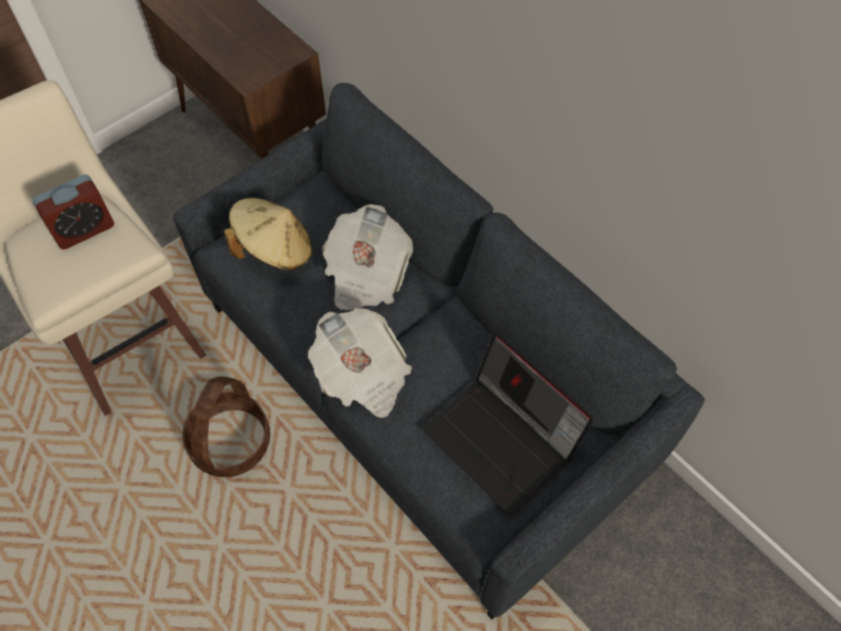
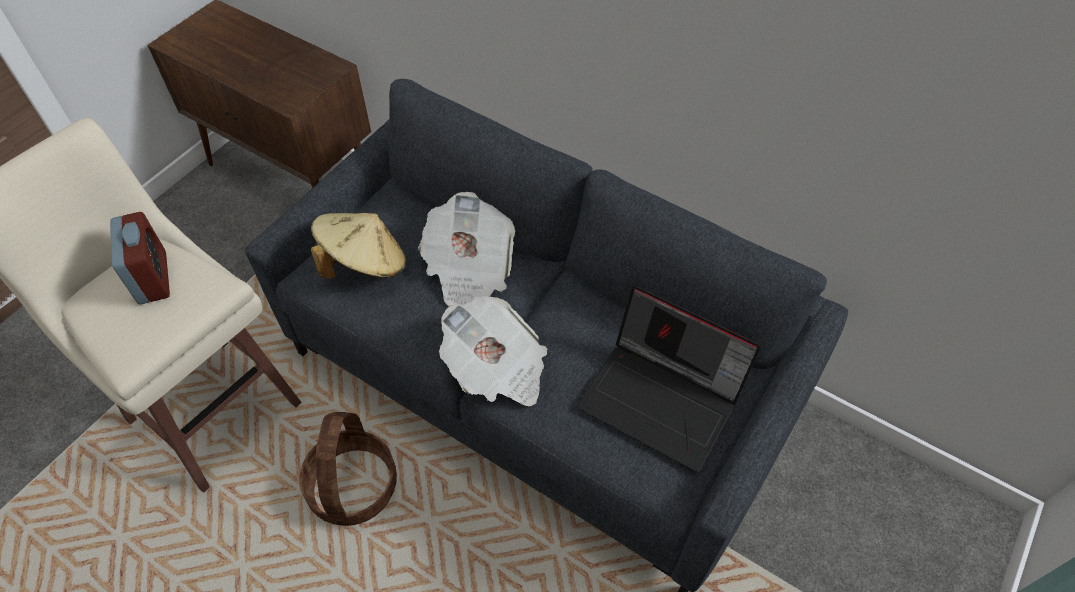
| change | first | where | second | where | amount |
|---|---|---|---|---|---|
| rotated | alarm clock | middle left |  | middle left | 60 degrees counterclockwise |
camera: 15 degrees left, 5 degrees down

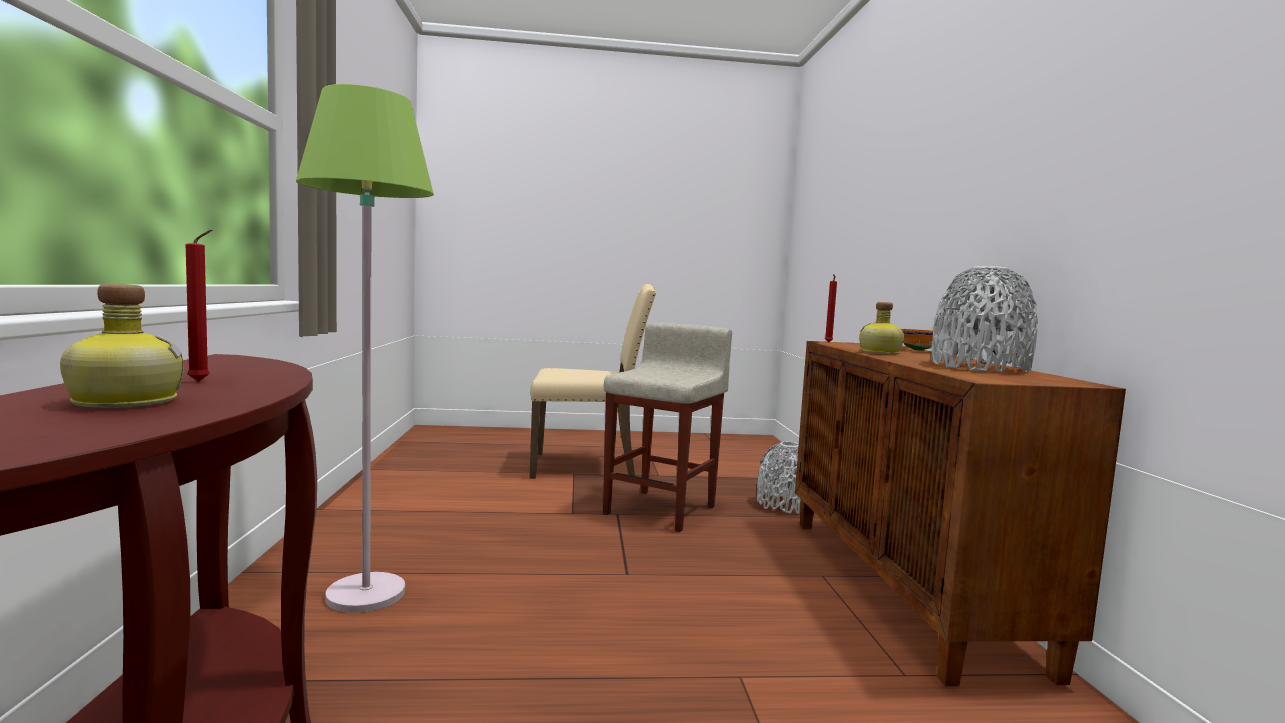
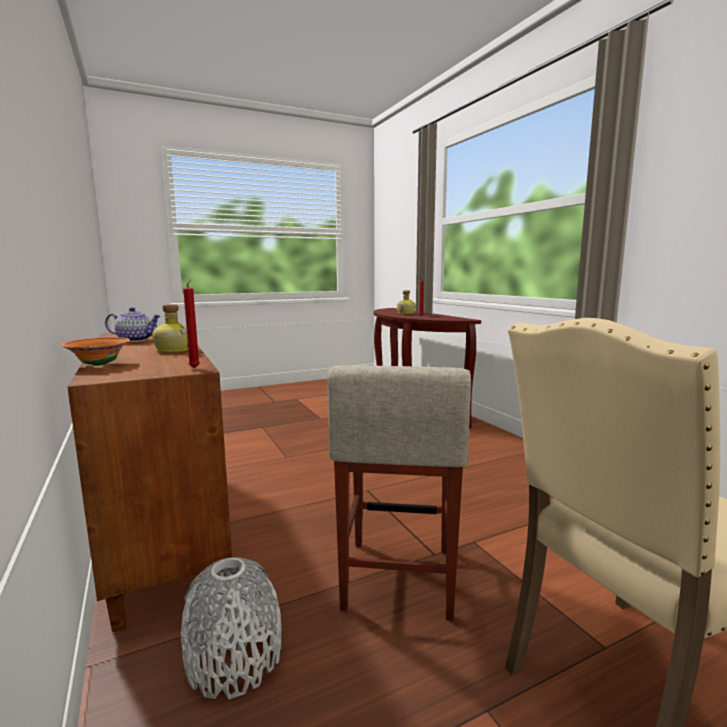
| change | first | where | second | where | amount |
|---|---|---|---|---|---|
| gone | green standard lamp | middle left |  |  |  |
| swapped | greyish decorative vase (no. 2 from left) | middle right | tea pot | middle left |  |
camera: 160 degrees right, 5 degrees up

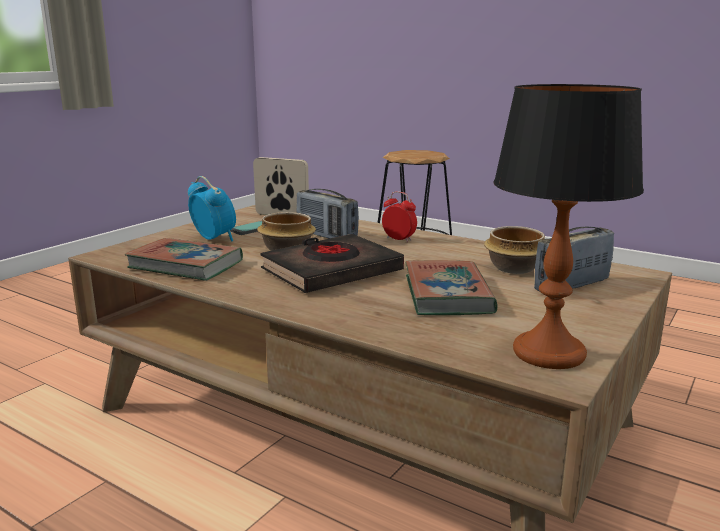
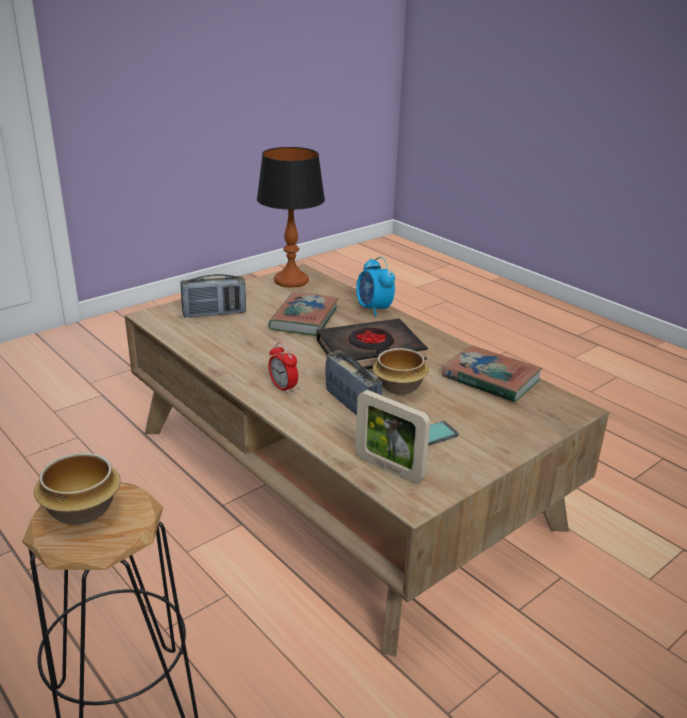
| change | first | where | second | where | amount |
|---|---|---|---|---|---|
| shifted | alarm clock (no. 1 from left in the first image) | middle left | alarm clock (no. 2 from left) | centre |  |
| shifted | bowl (no. 2 from left in the first image) | middle right | bowl (no. 1 from left) | bottom left |  |
camera: 165 degrees left, 10 degrees up

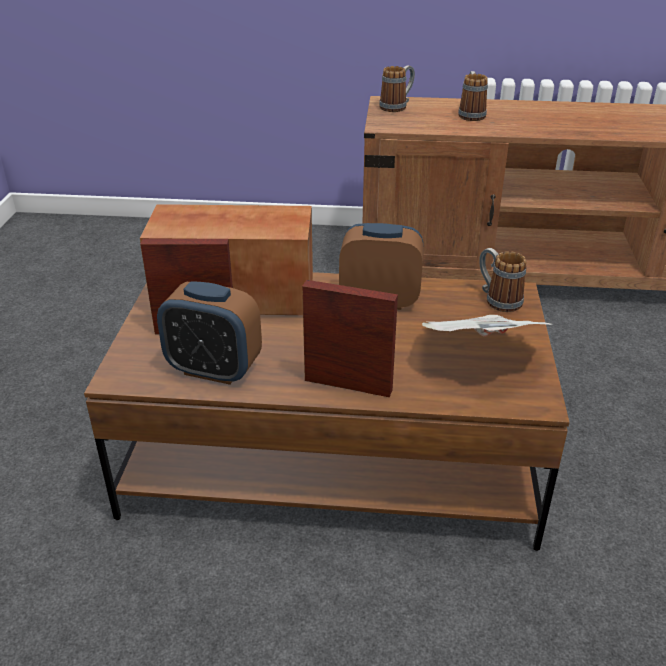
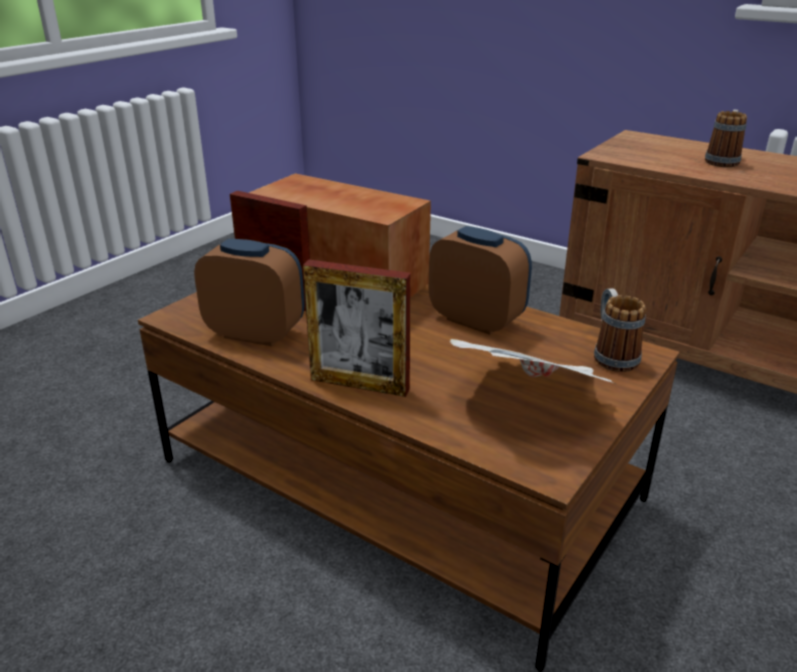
| change | first | where | second | where | amount |
|---|---|---|---|---|---|
| rotated | alarm clock (no. 1 from left) | middle left |  | middle left | 150 degrees clockwise |
| rotated | standing frame (no. 2 from left) | centre |  | centre | 150 degrees clockwise |
| gone | coffee mug (no. 1 from left) | top centre |  |  |  |
camera: 30 degrees right, 5 degrees down

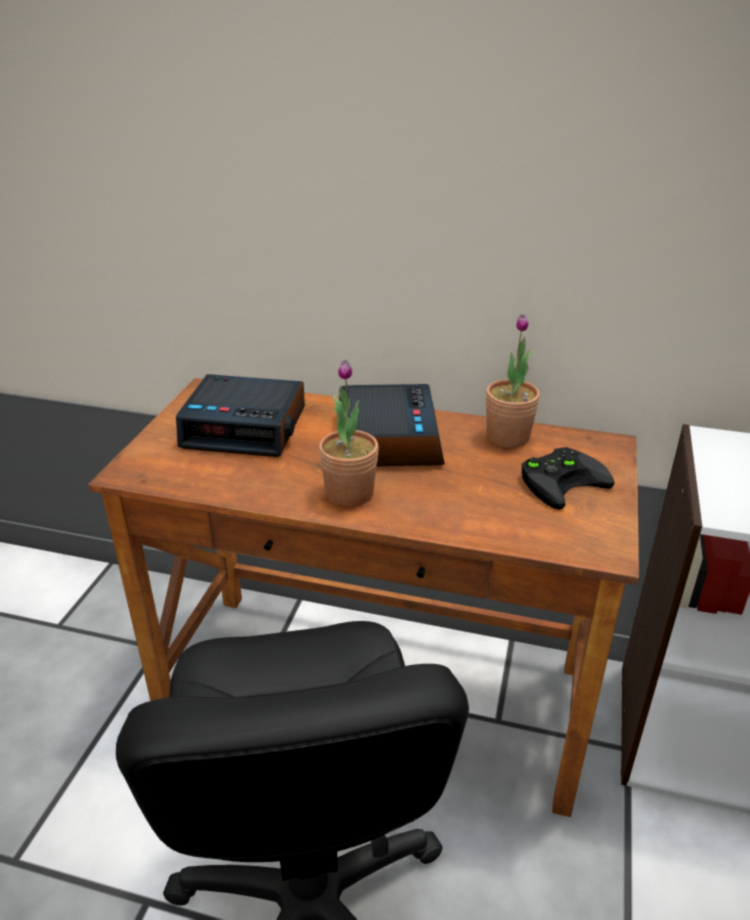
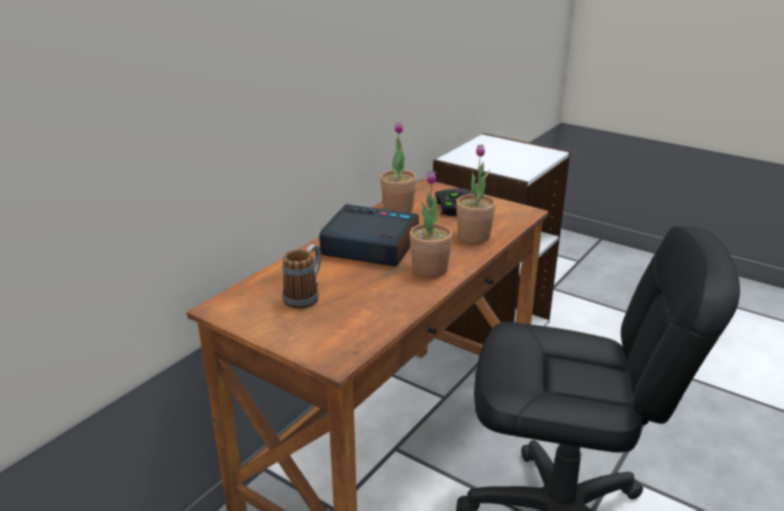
| change | first | where | second | where | amount |
|---|---|---|---|---|---|
| swapped | alarm clock (no. 1 from left) | middle left | coffee mug | centre |  |
| new |  |  | potted plant (no. 3 from left) | centre |  |
camera: 70 degrees left, 5 degrees down

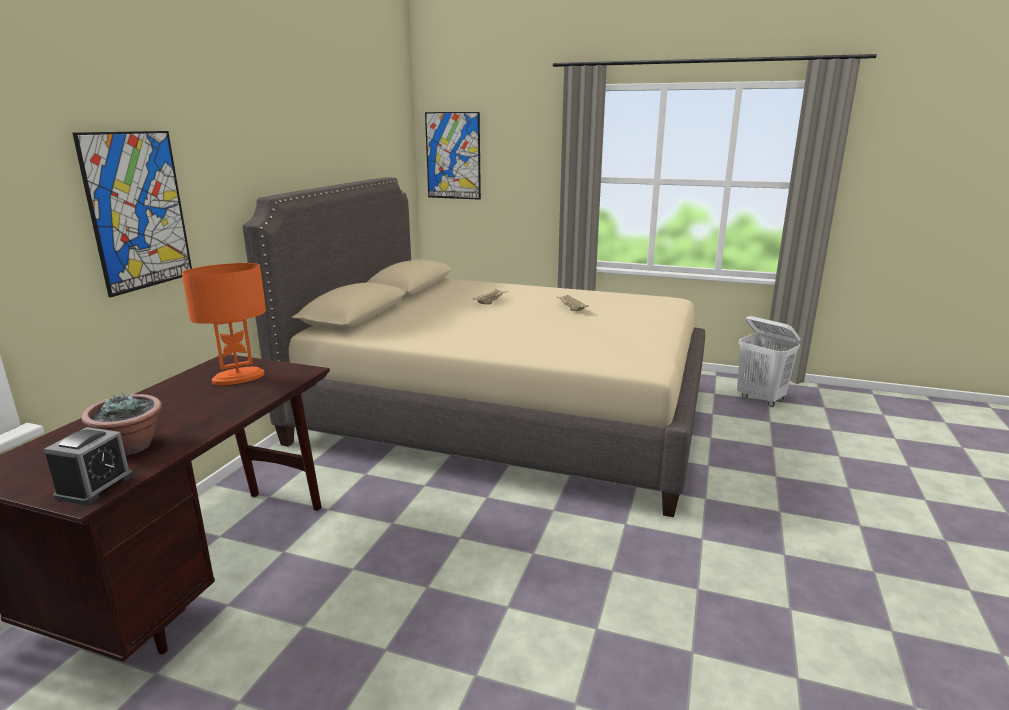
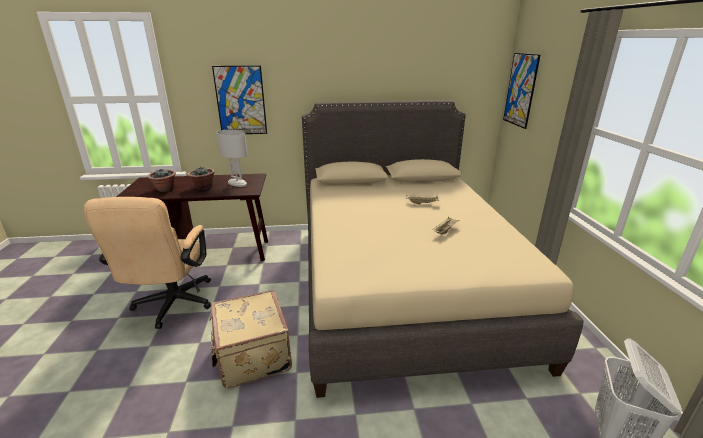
| change | first | where | second | where | amount |
|---|---|---|---|---|---|
| gone | alarm clock | middle left |  |  |  |
| repainted | orange-coloured table lamp | middle left | whitish table lamp | middle left |  |
| new |  |  | beige-coloured computer chair | middle left |  |
| new |  |  | potted plant (no. 2 from left) | middle left |  |
| new |  |  | beige-coloured suitcase | bottom centre |  |
camera: 65 degrees right, 5 degrees up

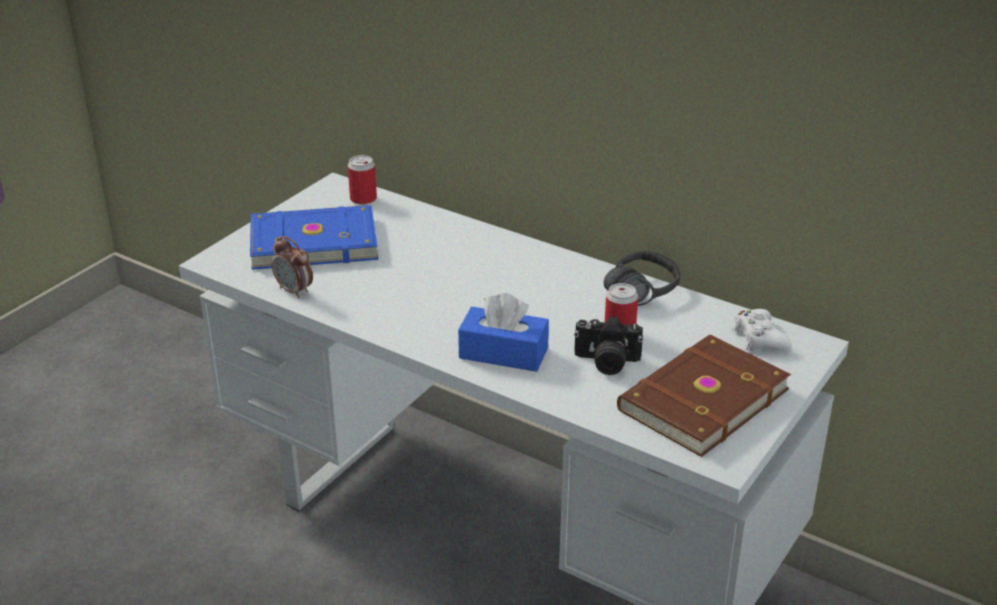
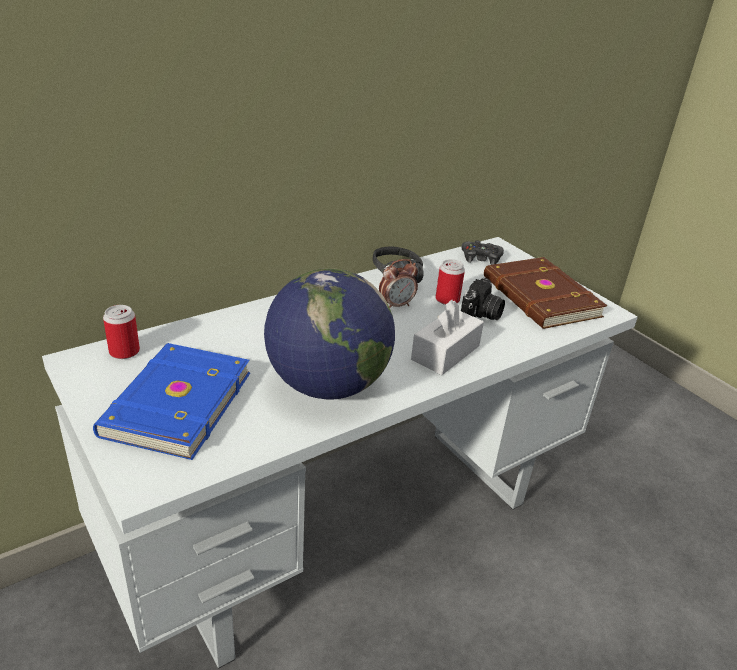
| change | first | where | second | where | amount |
|---|---|---|---|---|---|
| shifted | alarm clock | middle left |  | centre |  |
| repainted | blue tissue holder | centre | whitish tissue holder | centre |  |
| repainted | whitish gamepad | middle right | black-coloured gamepad | centre |  |
| new |  |  | globe | centre |  |
camera: 70 degrees left, 0 degrees up

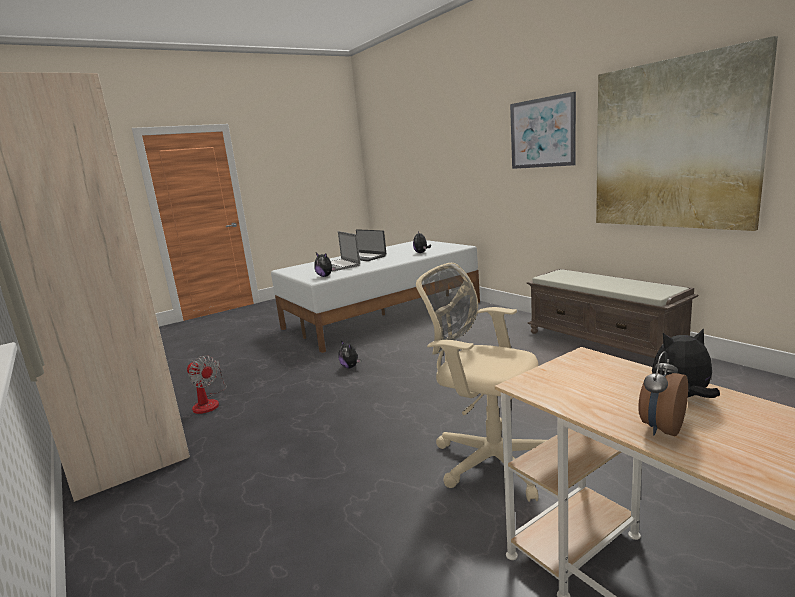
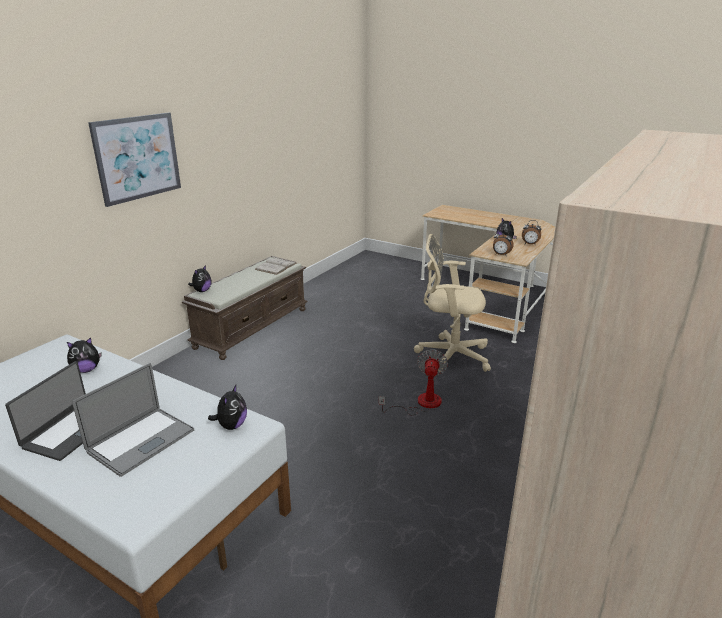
| change | first | where | second | where | amount |
|---|---|---|---|---|---|
| shifted | cooling fan | middle left |  | centre |  |
| shifted | soft toy (no. 2 from left) | centre |  | middle left |  |
| rotated | beige-coloured computer chair | centre |  | centre | 90 degrees clockwise |
| gone | picture (no. 2 from left) | top right |  |  |  |
| new |  |  | whitish volume | centre |  |
| new |  |  | alarm clock (no. 1 from left) | middle right |  |
camera: 115 degrees left, 10 degrees up

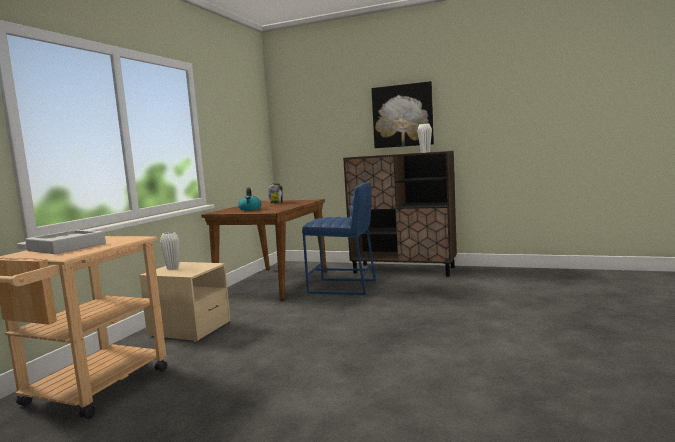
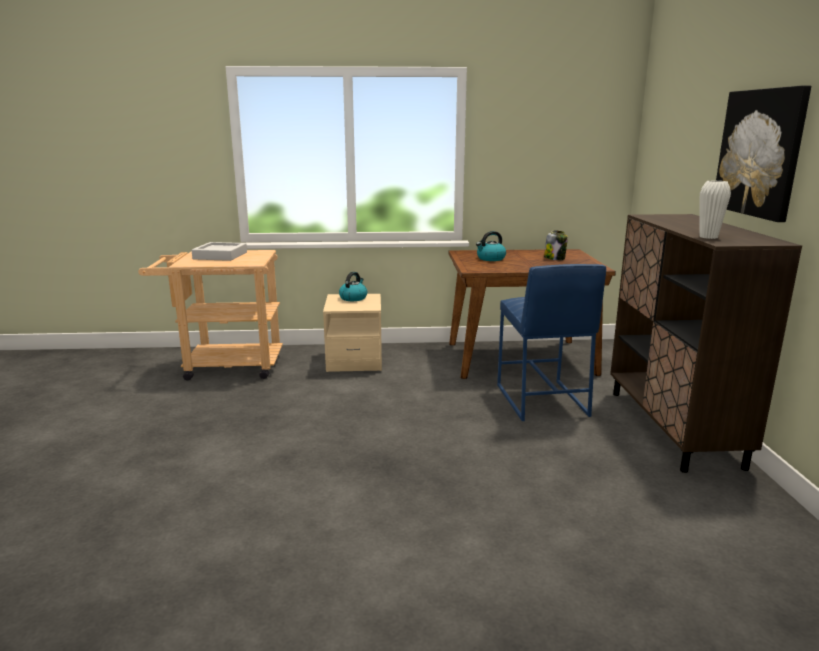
| change | first | where | second | where | amount |
|---|---|---|---|---|---|
| swapped | whitish decorative vase (no. 1 from left) | middle left | water kettle (no. 1 from left) | centre |  |
camera: 65 degrees right, 10 degrees up

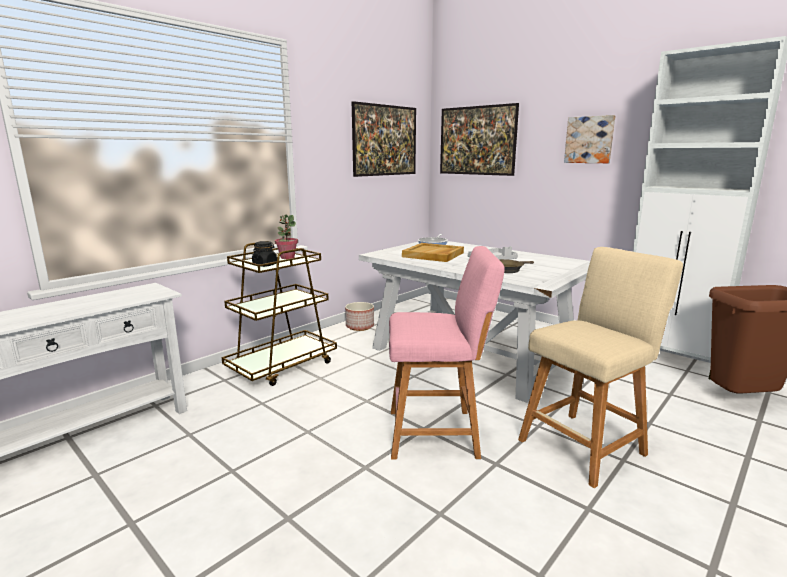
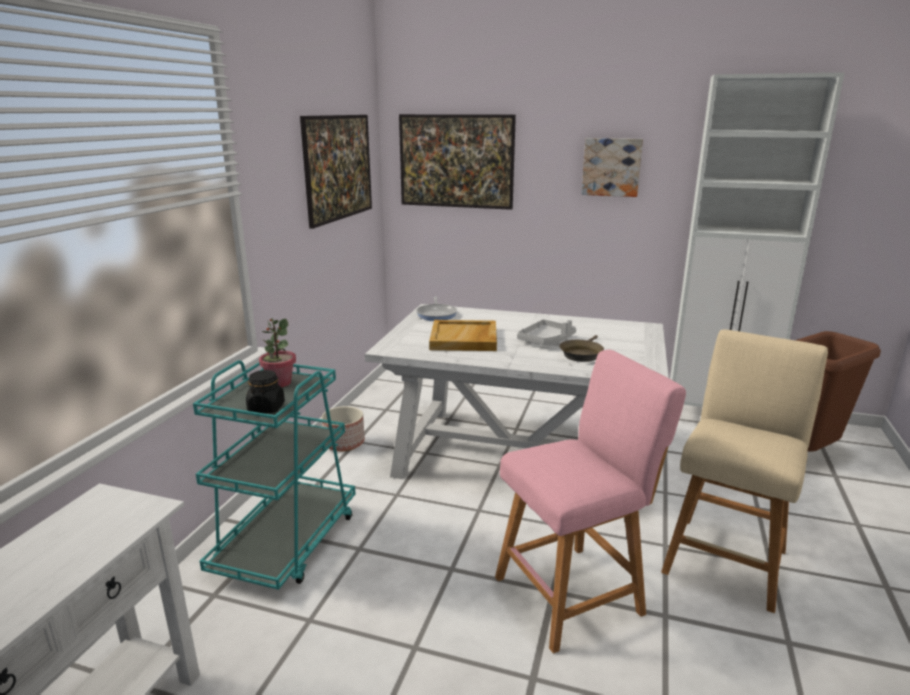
| change | first | where | second | where | amount |
|---|---|---|---|---|---|
| repainted | brownish cart | centre | turquoise cart | bottom left |  |
camera: 25 degrees left, 5 degrees up

